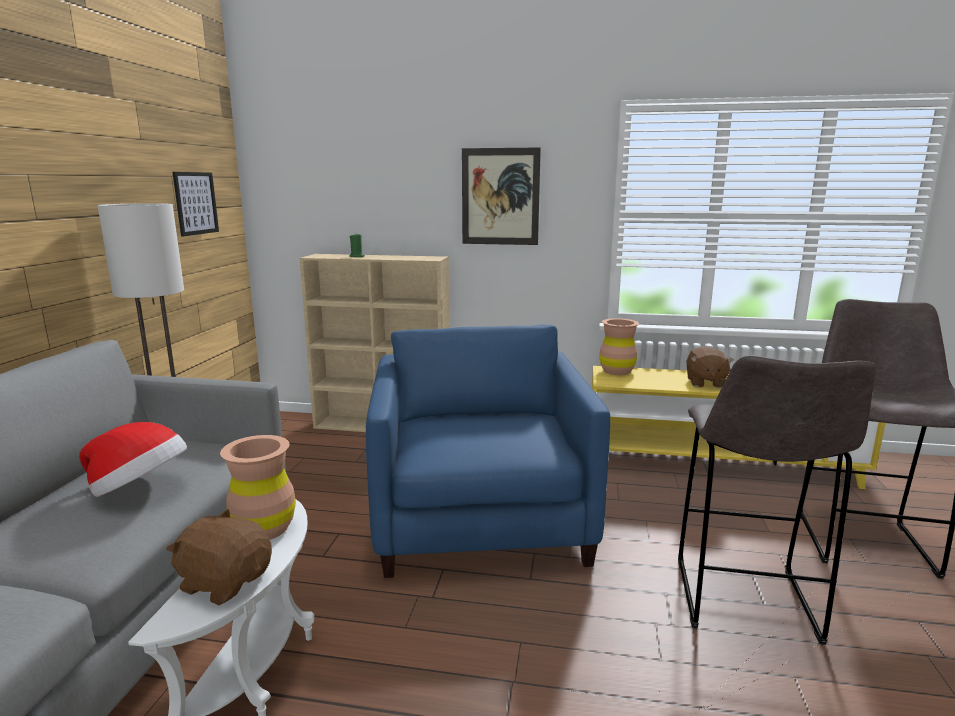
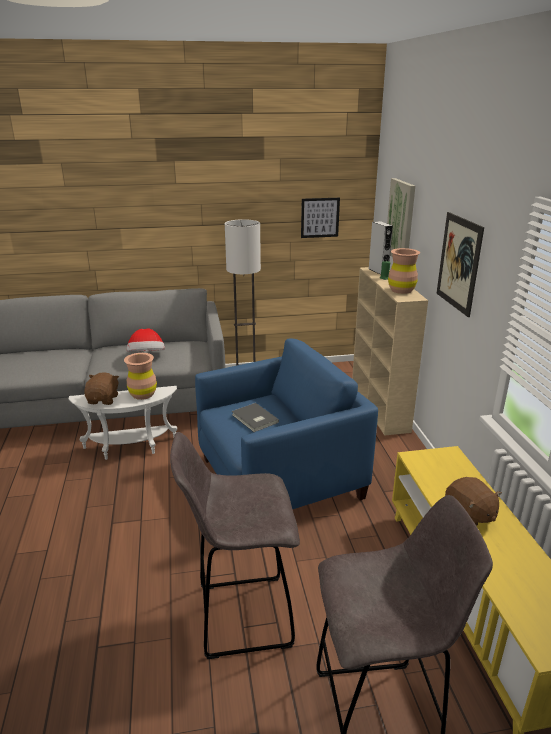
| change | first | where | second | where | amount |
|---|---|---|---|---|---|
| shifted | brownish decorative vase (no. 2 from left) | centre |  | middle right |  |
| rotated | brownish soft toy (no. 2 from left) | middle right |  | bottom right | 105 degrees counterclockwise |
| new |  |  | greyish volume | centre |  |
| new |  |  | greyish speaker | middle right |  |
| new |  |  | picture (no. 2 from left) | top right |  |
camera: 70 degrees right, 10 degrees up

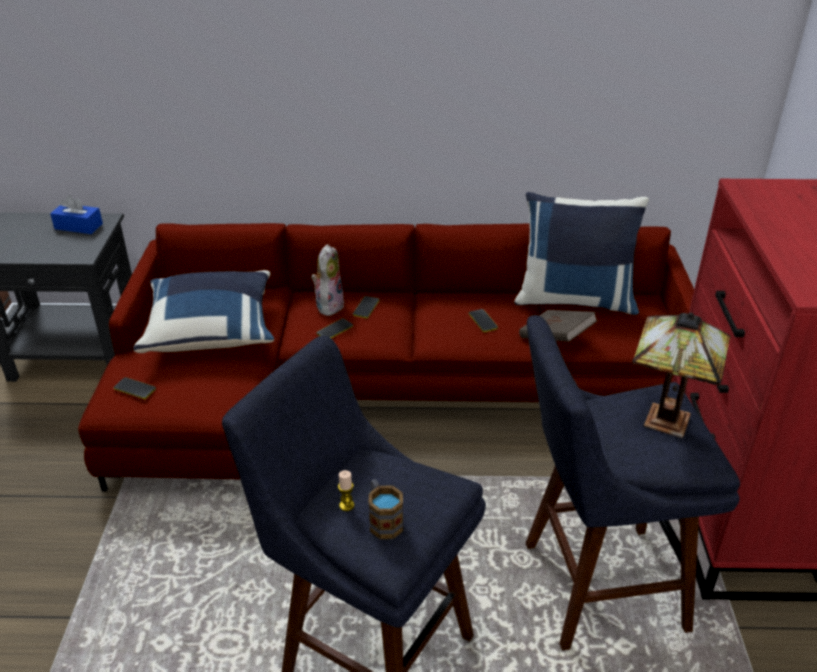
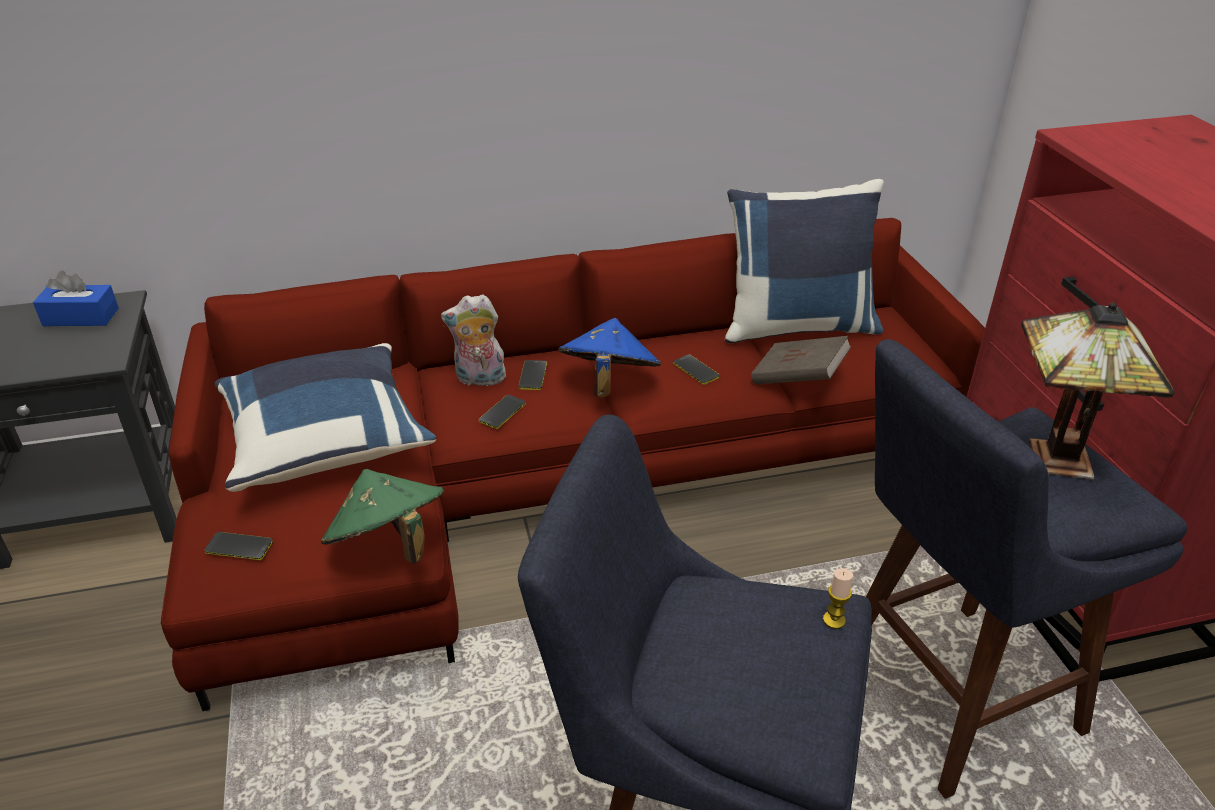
| change | first | where | second | where | amount |
|---|---|---|---|---|---|
| rotated | soft toy | centre |  | centre | 90 degrees counterclockwise |
| shifted | wax light | bottom centre |  | bottom right |  |
| gone | coffee mug | bottom centre |  |  |  |
| new |  |  | green clothing hat | middle left |  |
| new |  |  | blue clothing hat | centre |  |
camera: 15 degrees left, 0 degrees up

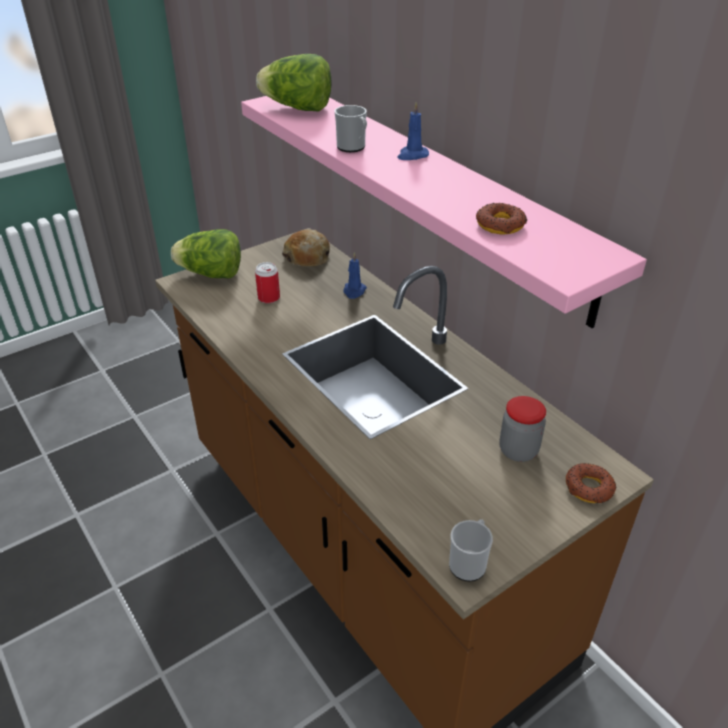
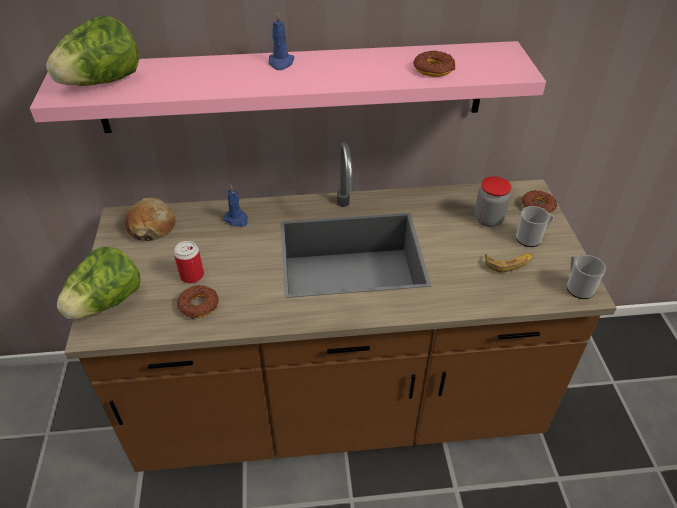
| change | first | where | second | where | amount |
|---|---|---|---|---|---|
| shifted | coffee mug (no. 1 from left) | top centre |  | middle right |  |
| new |  |  | doughnut (no. 1 from left) | middle left |  |
| new |  |  | banana fruit | middle right |  |
camera: 60 degrees left, 5 degrees up

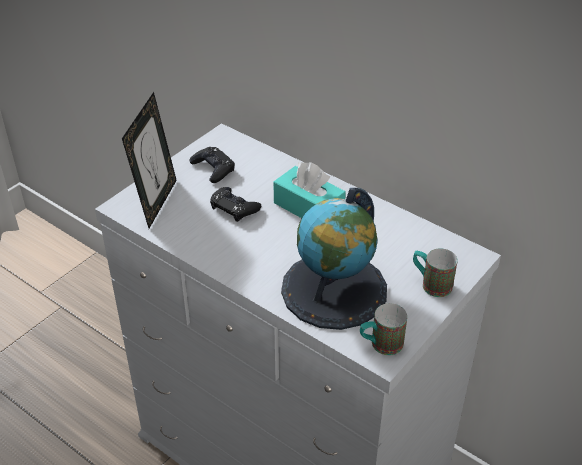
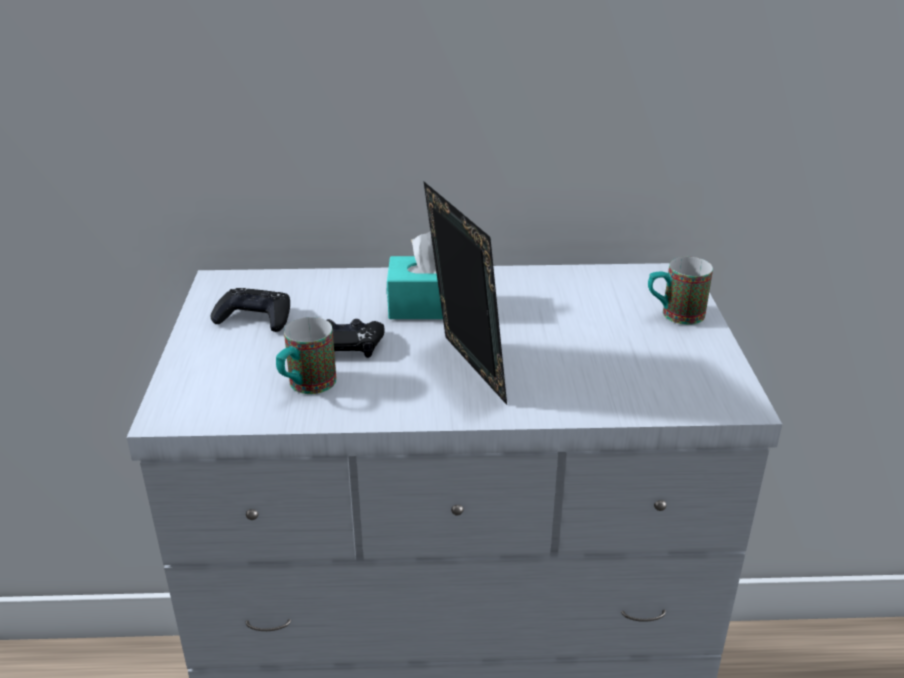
| change | first | where | second | where | amount |
|---|---|---|---|---|---|
| shifted | standing frame | middle left |  | centre |  |
| gone | globe | centre |  |  |  |
| shifted | coffee mug (no. 1 from left) | bottom centre |  | centre |  |
camera: 40 degrees left, 10 degrees down

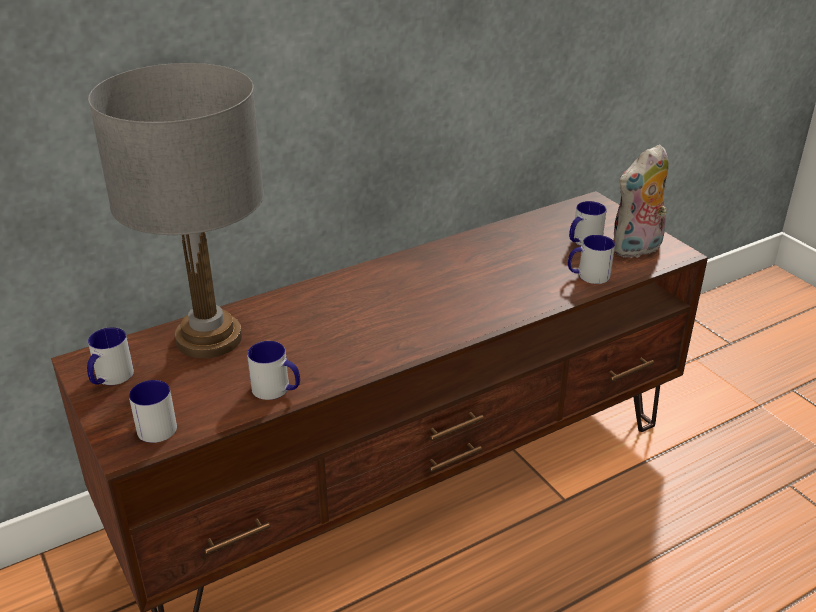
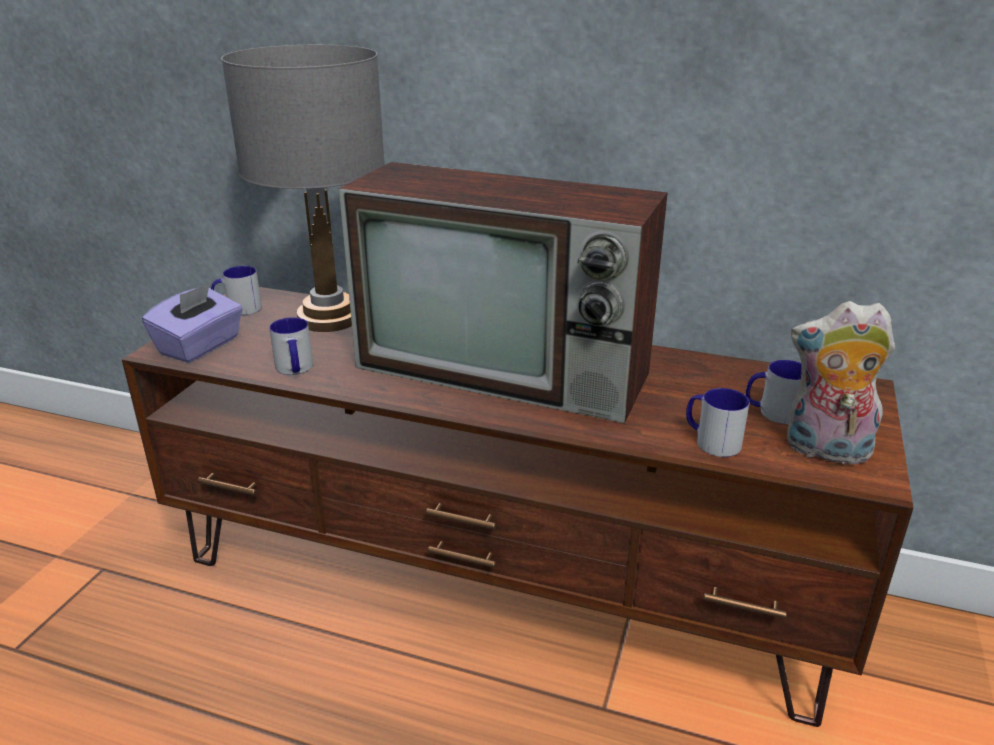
| change | first | where | second | where | amount |
|---|---|---|---|---|---|
| swapped | coffee mug (no. 2 from left) | bottom left | purplish tissue holder | middle left |  |
| new |  |  | TV | centre |  |
camera: 50 degrees right, 5 degrees down

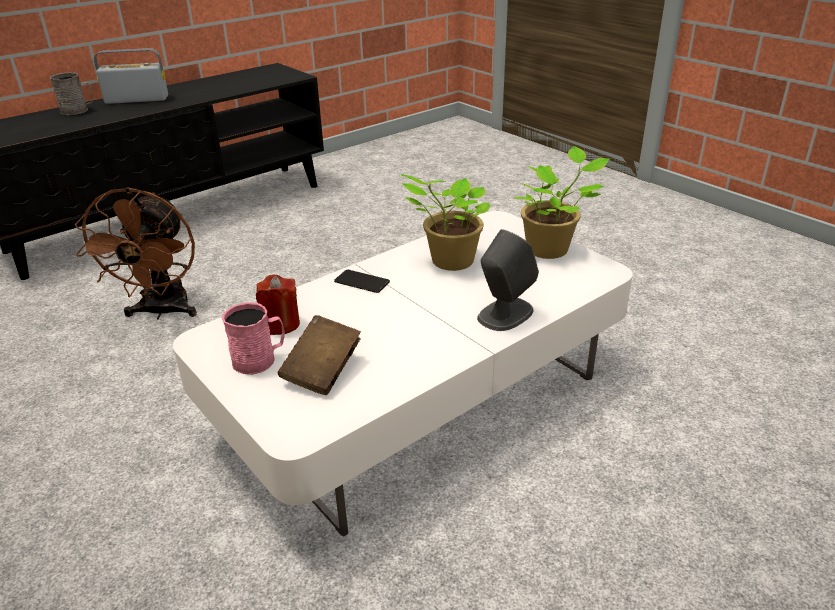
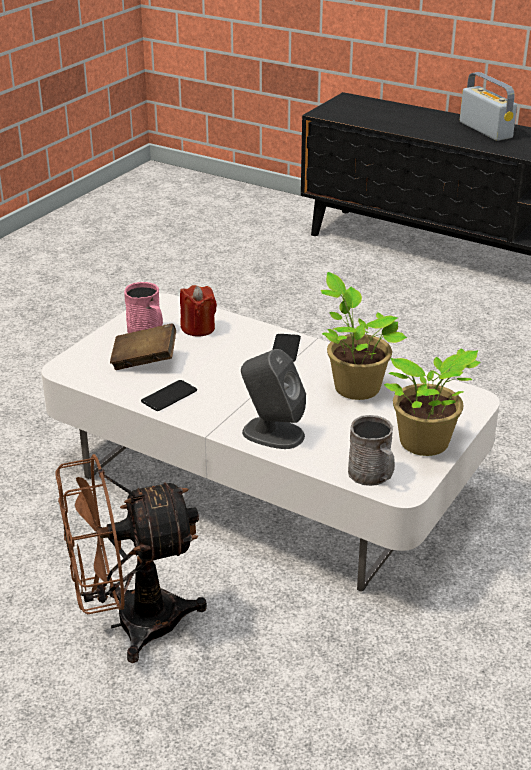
| change | first | where | second | where | amount |
|---|---|---|---|---|---|
| shifted | greyish coffee mug | top left |  | middle right |  |
| shifted | brownish cooling fan | middle left |  | bottom left |  |
| new |  |  | handset (no. 1 from left) | middle left |  |
camera: 70 degrees right, 0 degrees up

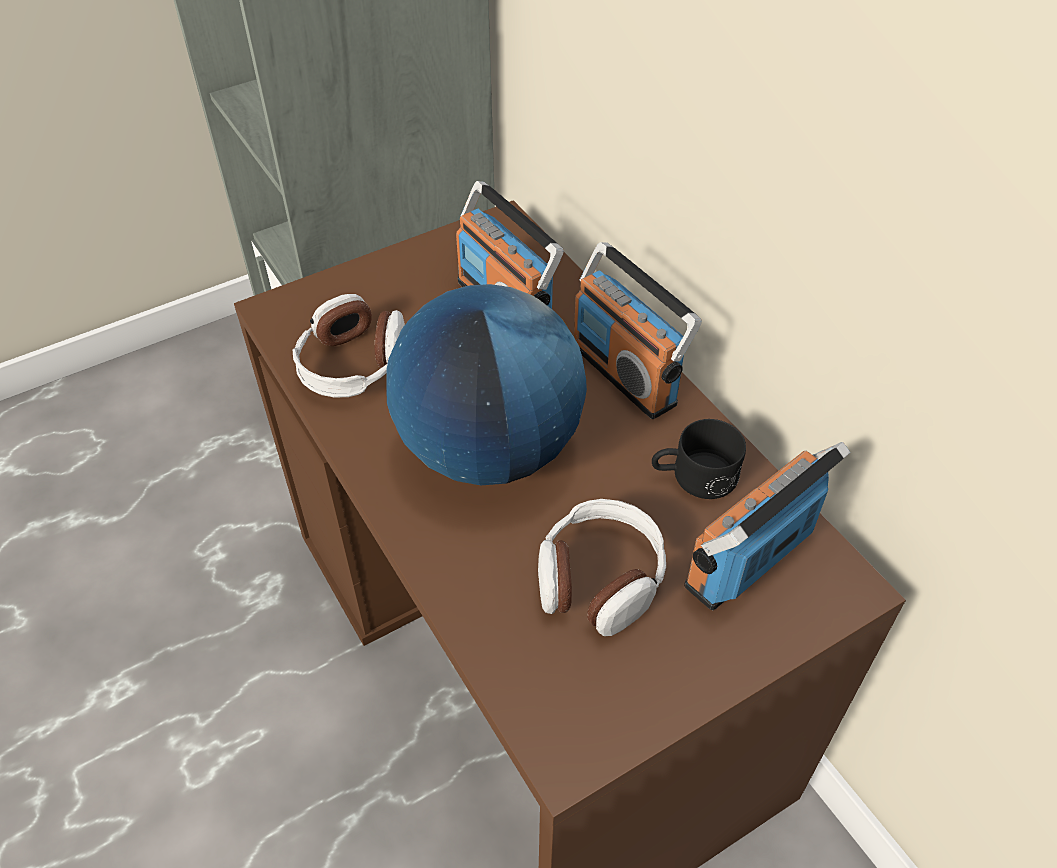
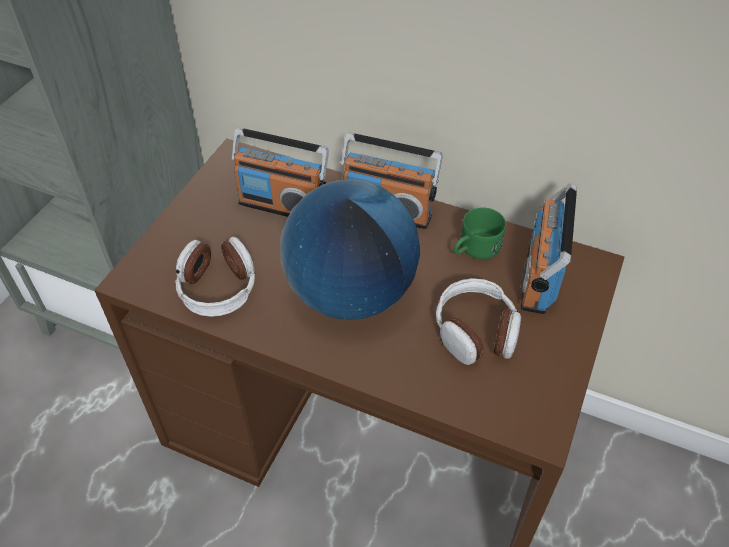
| change | first | where | second | where | amount |
|---|---|---|---|---|---|
| repainted | black-coloured coffee mug | centre | green coffee mug | centre |  |
camera: 35 degrees left, 0 degrees up

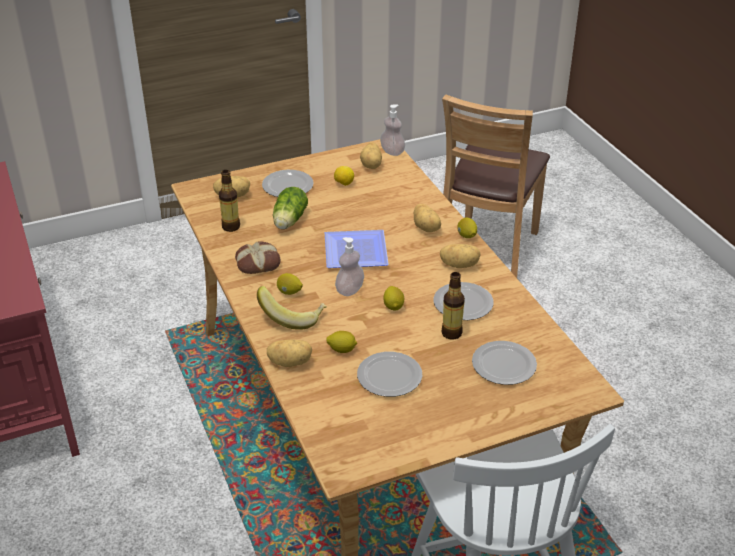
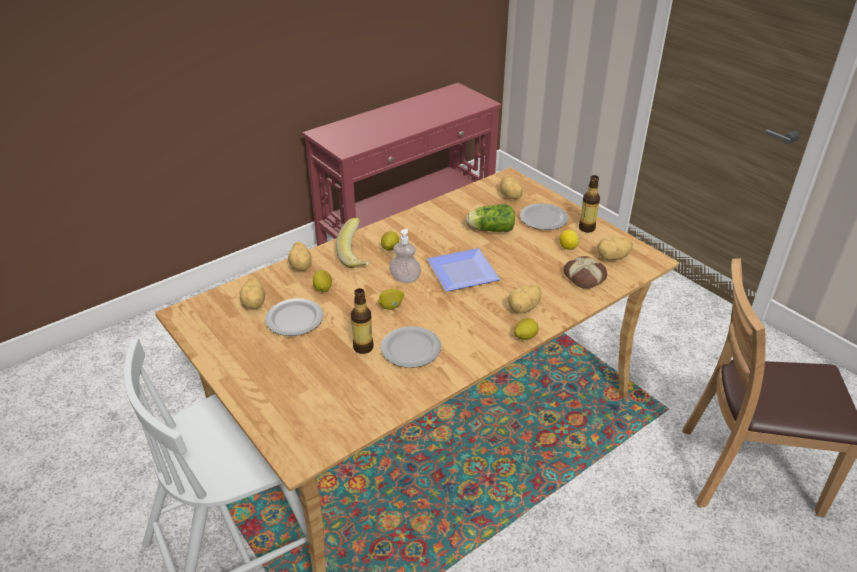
| change | first | where | second | where | amount |
|---|---|---|---|---|---|
| shifted | drink bottle (no. 1 from left in the first image) | middle left | drink bottle (no. 2 from left) | middle right |  |
| shifted | bakery bread | centre |  | middle right |  |
| gone | liquid soap bottle (no. 2 from left) | top centre |  |  |  |
| shifted | potato (no. 5 from left in the first image) | centre | potato (no. 1 from left) | middle left |  |
| gone | dinner plate (no. 5 from left) | middle right |  |  |  |
camera: 75 degrees right, 0 degrees up

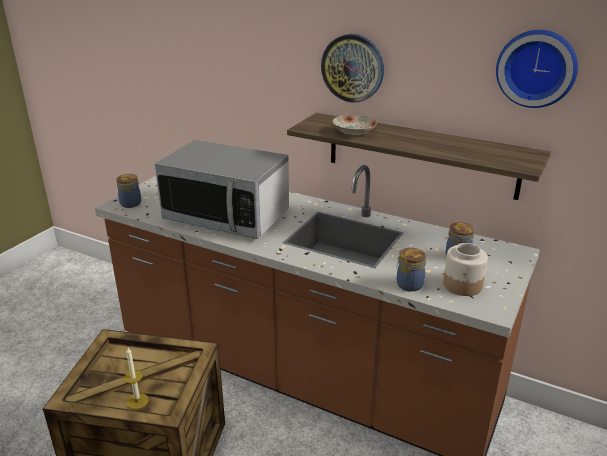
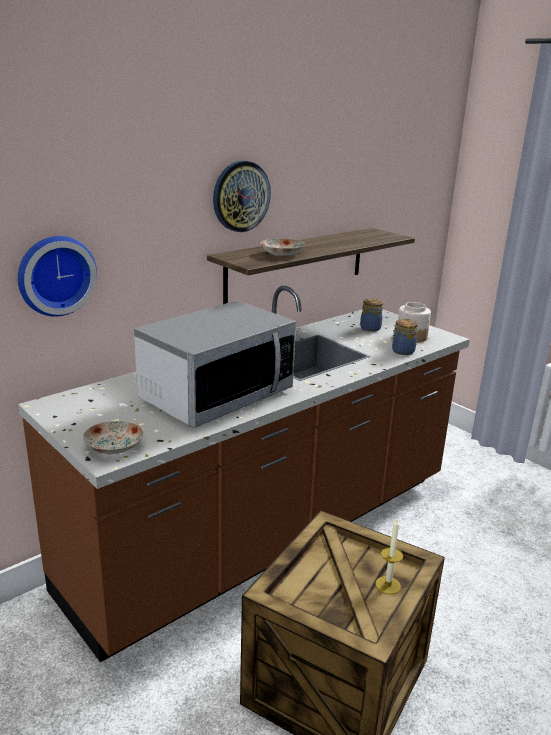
| change | first | where | second | where | amount |
|---|---|---|---|---|---|
| swapped | storage jar (no. 1 from left) | middle left | dinner plate (no. 1 from left) | middle left |  |
| shifted | hanging clock (no. 2 from left in the first image) | top right | hanging clock (no. 1 from left) | middle left |  |
camera: 70 degrees left, 5 degrees down

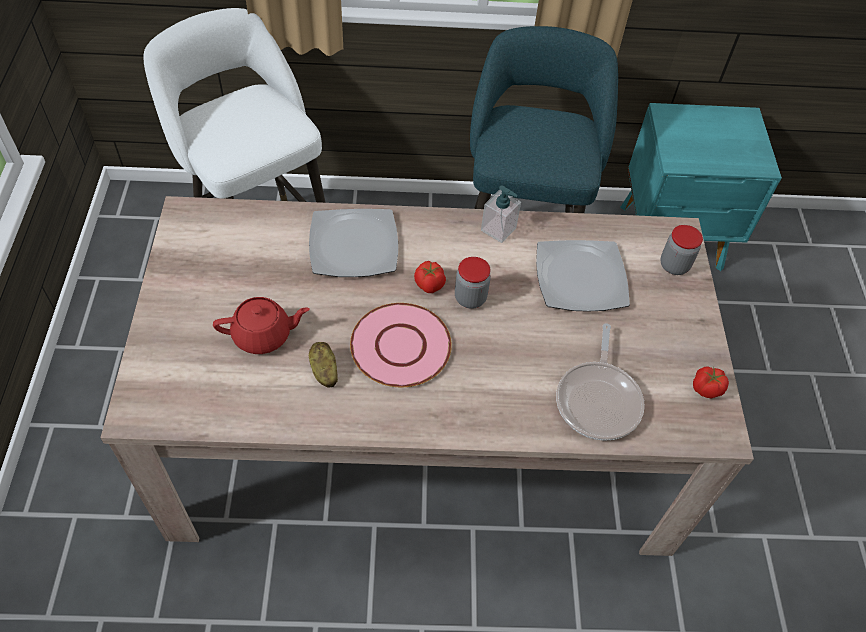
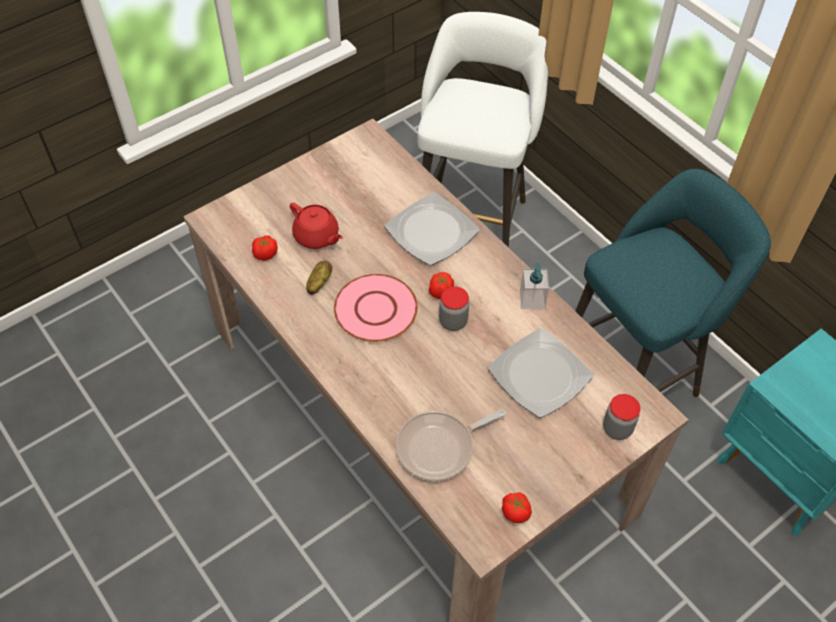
| change | first | where | second | where | amount |
|---|---|---|---|---|---|
| new |  |  | whole tomato (no. 1 from left) | middle left |  |
camera: 55 degrees right, 0 degrees up

